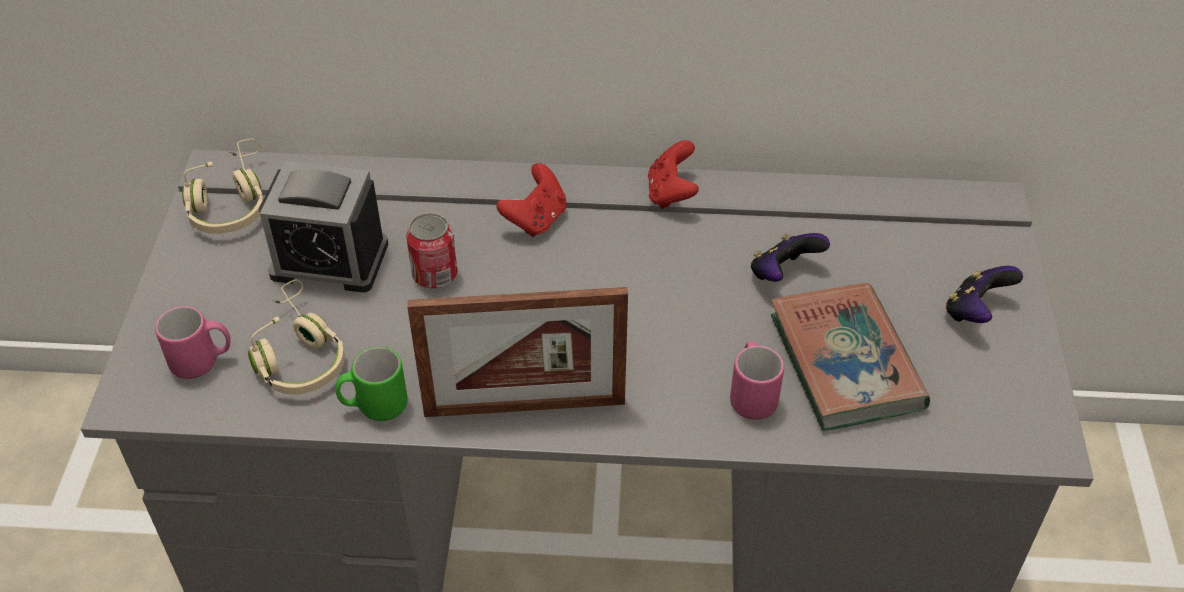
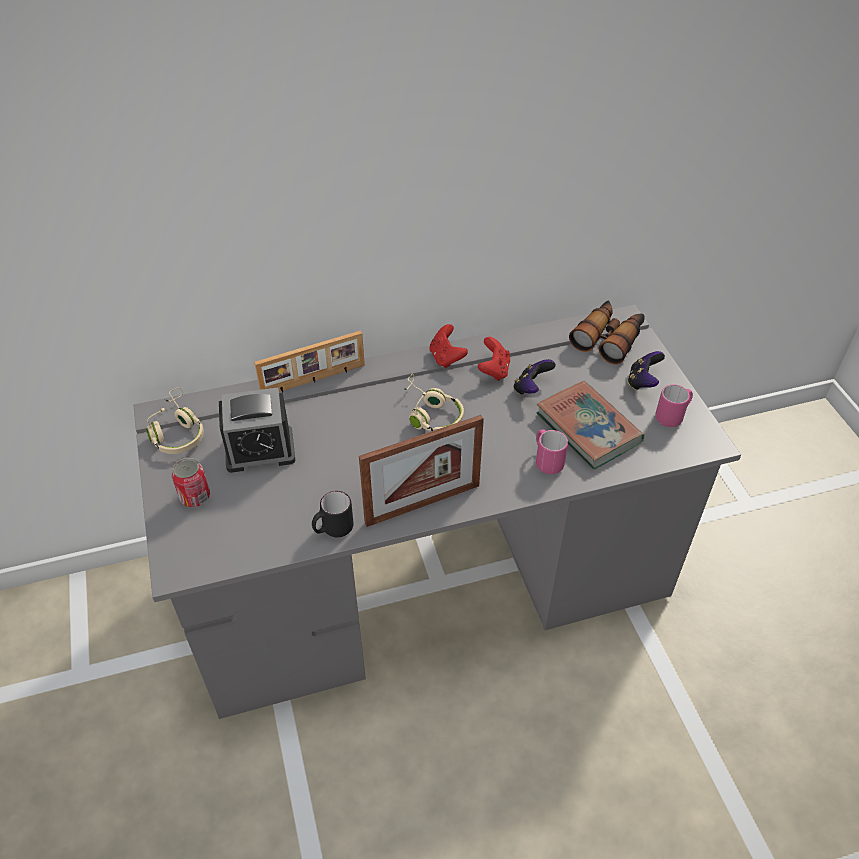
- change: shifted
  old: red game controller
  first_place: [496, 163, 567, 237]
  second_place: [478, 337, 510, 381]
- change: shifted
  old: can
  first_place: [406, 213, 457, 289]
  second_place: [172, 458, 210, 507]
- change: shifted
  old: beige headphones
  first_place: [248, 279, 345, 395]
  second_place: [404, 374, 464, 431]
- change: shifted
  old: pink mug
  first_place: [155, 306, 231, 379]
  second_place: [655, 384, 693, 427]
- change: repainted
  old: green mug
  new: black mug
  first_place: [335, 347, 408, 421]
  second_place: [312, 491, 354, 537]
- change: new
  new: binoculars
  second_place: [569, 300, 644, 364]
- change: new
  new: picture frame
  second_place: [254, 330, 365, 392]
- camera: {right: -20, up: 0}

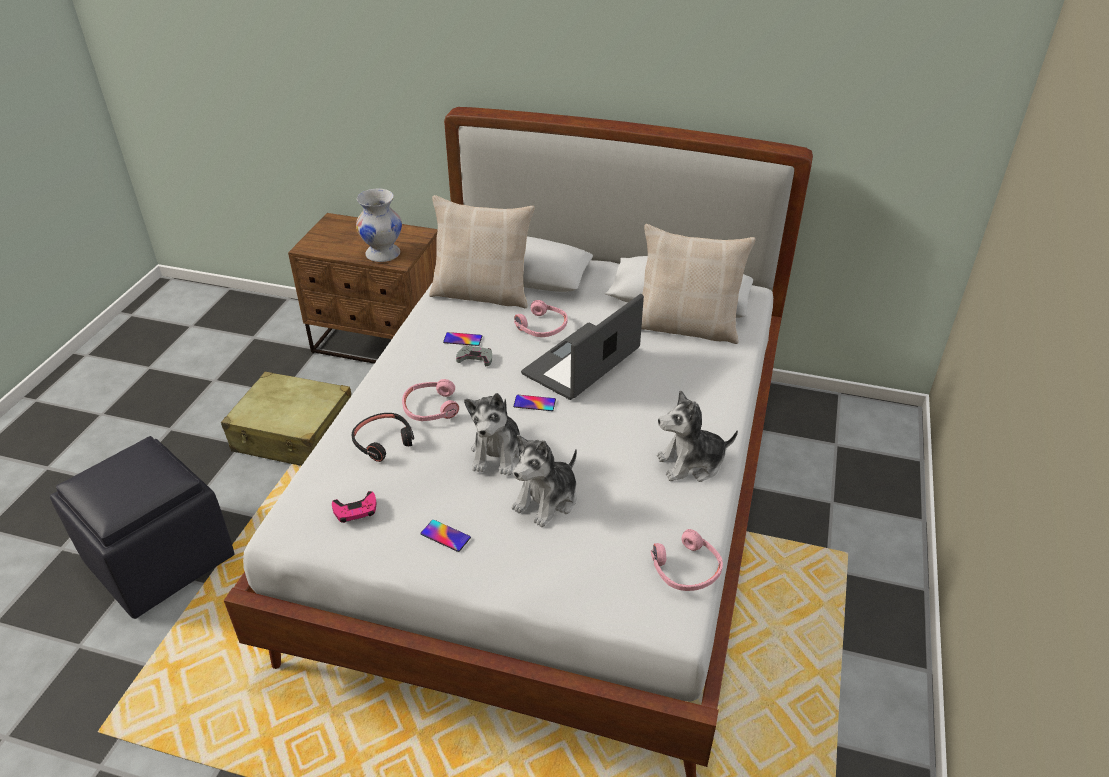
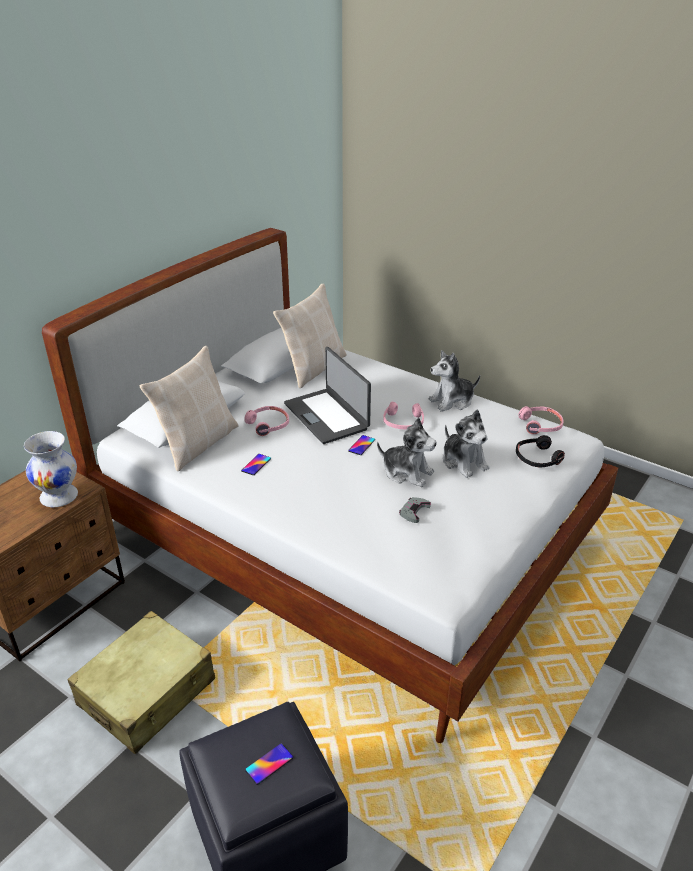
- change: shifted
  old: grey game controller
  first_place: [456, 346, 492, 366]
  second_place: [399, 497, 431, 523]
- change: shifted
  old: pink headphones
  first_place: [402, 379, 459, 421]
  second_place: [383, 401, 424, 429]
- change: rotated
  old: plush toy
  first_place: [657, 390, 738, 482]
  second_place: [429, 350, 480, 412]
  degrees: 60
- change: shifted
  old: black headphones
  first_place: [352, 413, 414, 462]
  second_place: [516, 435, 565, 468]
- change: gone
  old: pink game controller
  first_place: [332, 491, 377, 523]
- change: shifted
  old: phone
  first_place: [420, 520, 471, 552]
  second_place: [245, 743, 293, 785]
- camera: {right: -70, up: -5}

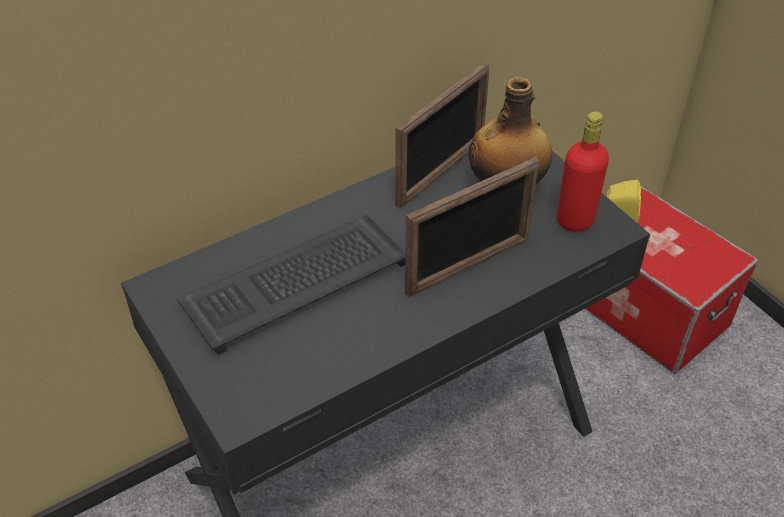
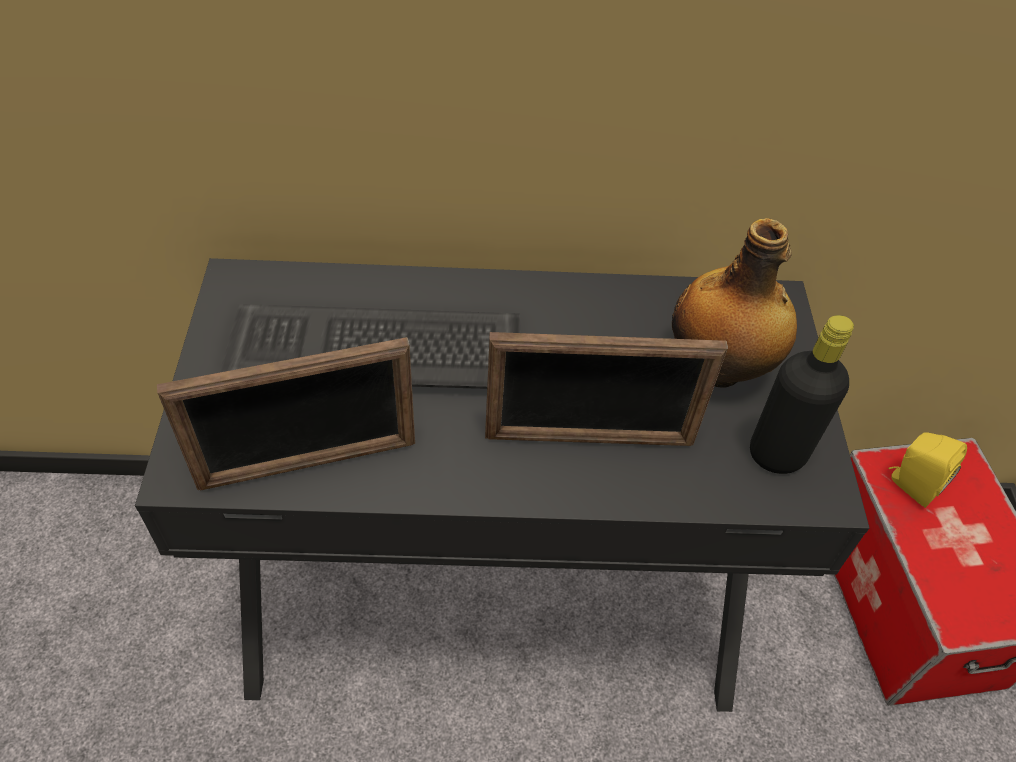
- change: shifted
  old: picture frame
  first_place: [395, 62, 490, 208]
  second_place: [157, 337, 415, 490]
- change: repainted
  old: red bottle
  new: black bottle
  first_place: [557, 111, 609, 232]
  second_place: [750, 315, 854, 474]
- camera: {right: 30, up: 5}

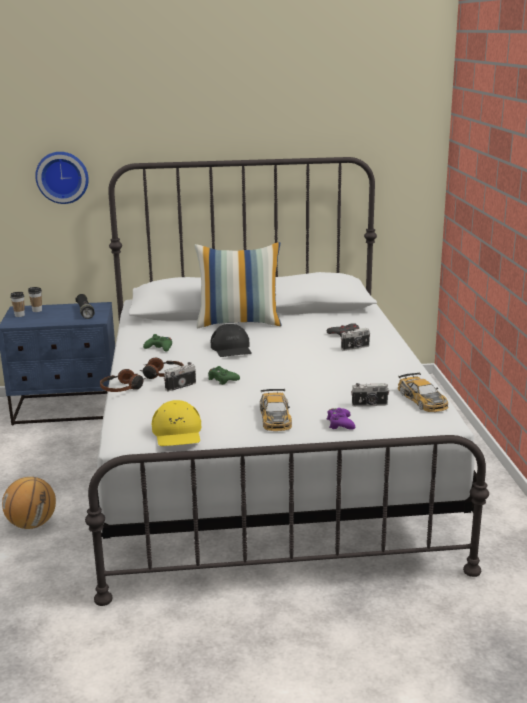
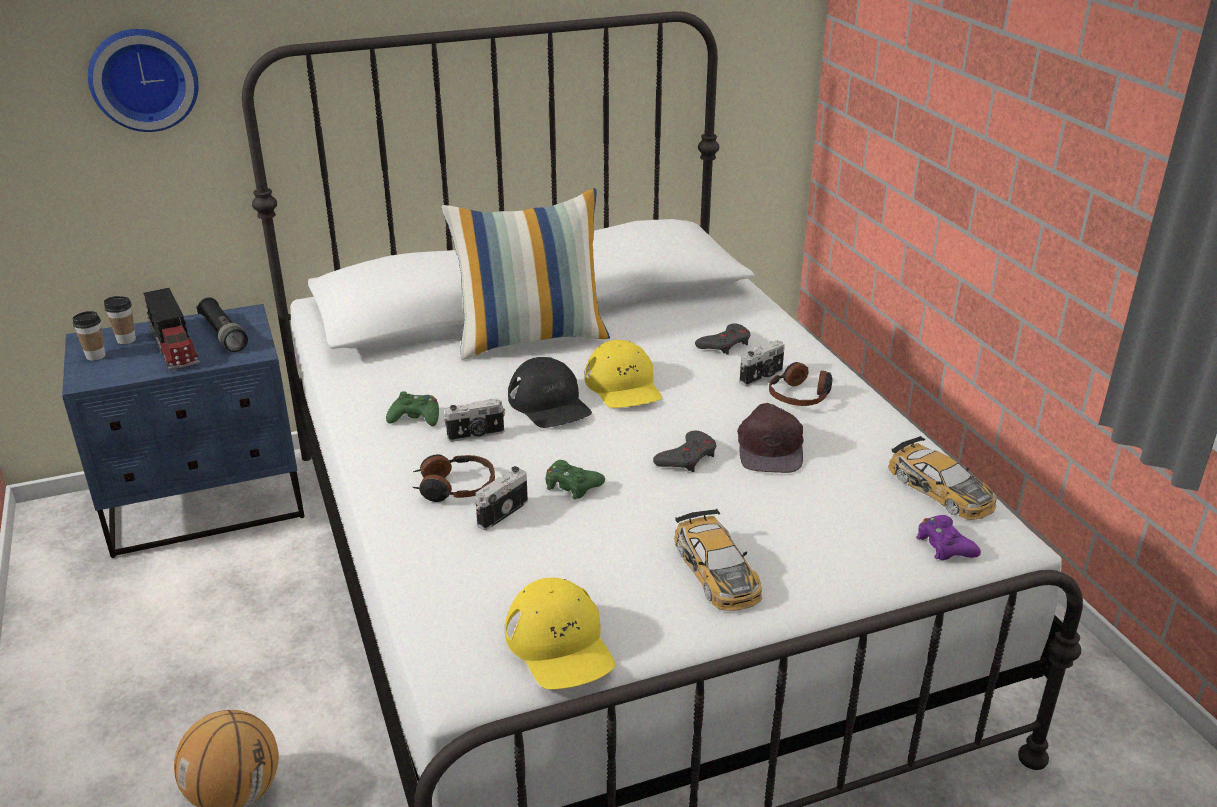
- change: shifted
  old: headphones
  first_place: [100, 369, 145, 392]
  second_place: [769, 362, 832, 406]
- change: shifted
  old: photo camera
  first_place: [351, 383, 389, 407]
  second_place: [444, 398, 505, 442]
- change: shifted
  old: purple game controller
  first_place: [327, 408, 355, 430]
  second_place: [916, 515, 981, 560]
- change: new
  new: toy truck
  second_place: [143, 288, 200, 370]
- change: new
  new: yellow cap
  second_place: [585, 340, 662, 408]
- change: new
  new: brown cap
  second_place: [737, 403, 804, 473]
- change: new
  new: grey game controller
  second_place: [653, 431, 717, 472]
- camera: {right: -15, up: 10}

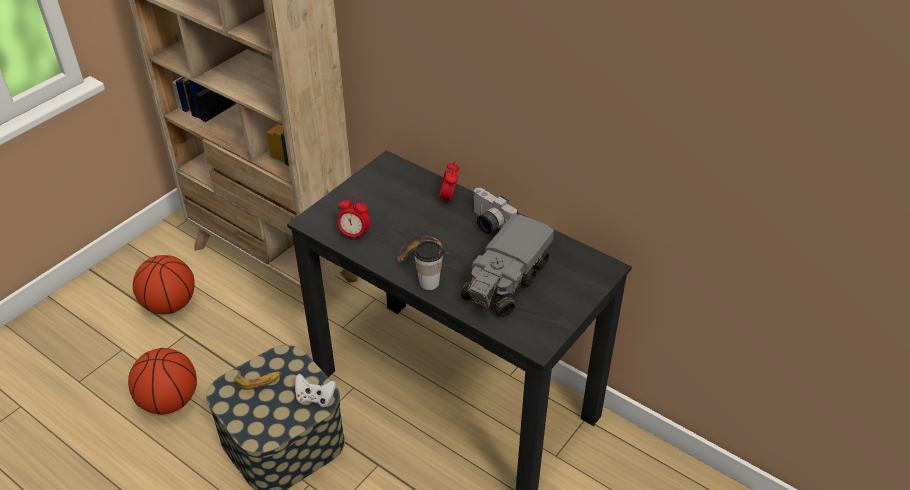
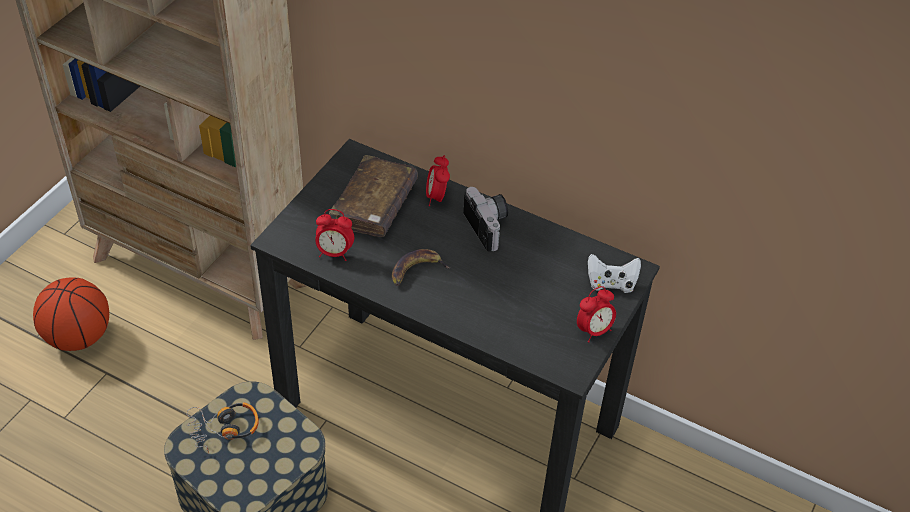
- change: rotated
  old: photo camera
  first_place: [474, 188, 518, 234]
  second_place: [463, 187, 508, 252]
  degrees: -150
- change: gone
  old: toy truck
  first_place: [461, 214, 554, 317]
- change: gone
  old: cup
  first_place: [414, 241, 443, 290]
- change: gone
  old: basketball
  first_place: [128, 348, 197, 415]
- change: swapped
  old: banana
  new: headphones
  first_place: [235, 371, 282, 390]
  second_place: [186, 402, 259, 453]
- change: shifted
  old: white game controller
  first_place: [295, 374, 336, 407]
  second_place: [588, 254, 641, 293]
- change: new
  new: brown book
  second_place: [329, 155, 418, 237]
- change: new
  new: alarm clock
  second_place: [577, 286, 616, 342]
- camera: {right: -10, up: 5}

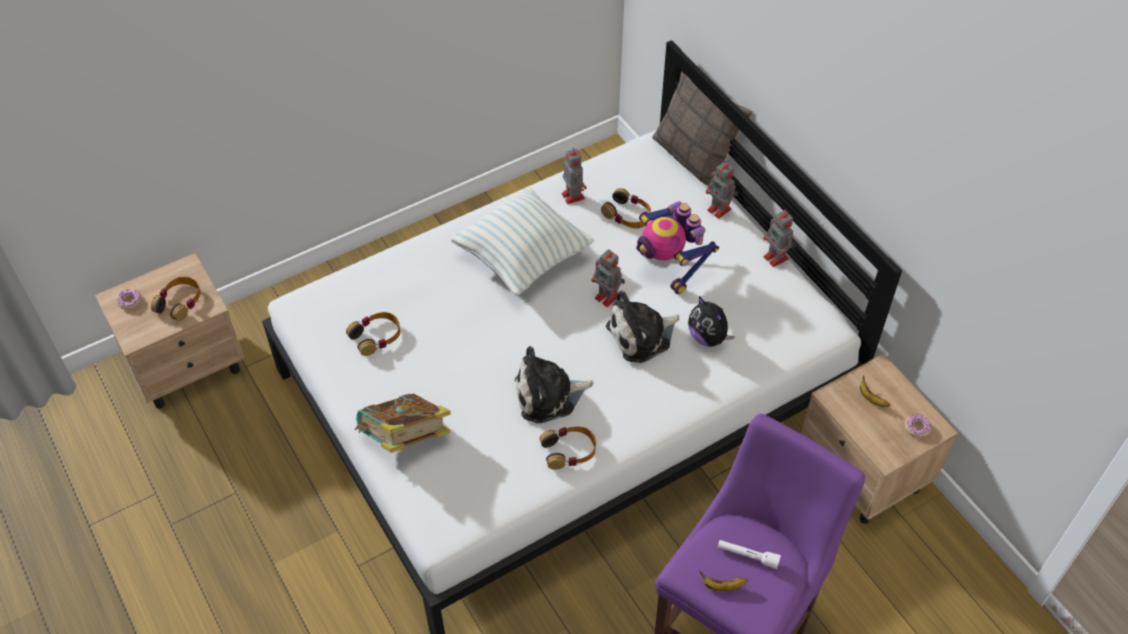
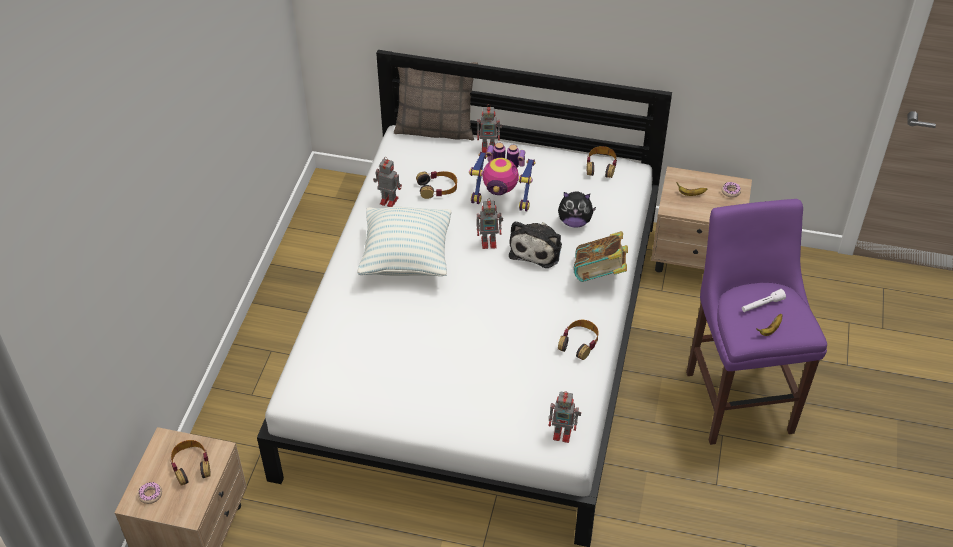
- change: shifted
  old: toy robot
  first_place: [763, 210, 795, 267]
  second_place: [549, 391, 581, 443]
- change: shifted
  old: headphones
  first_place: [346, 312, 400, 356]
  second_place: [587, 146, 617, 178]
- change: gone
  old: plush toy
  first_place: [515, 346, 594, 423]
- change: shifted
  old: book
  first_place: [355, 393, 451, 453]
  second_place: [574, 231, 628, 282]
- camera: {right: -45, up: -5}

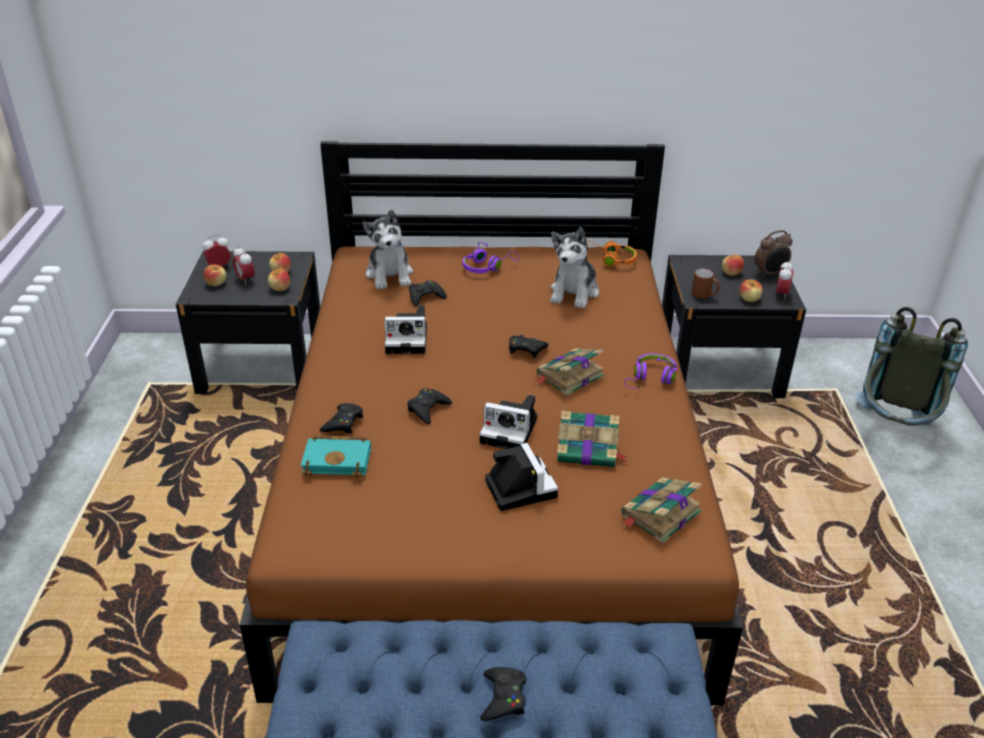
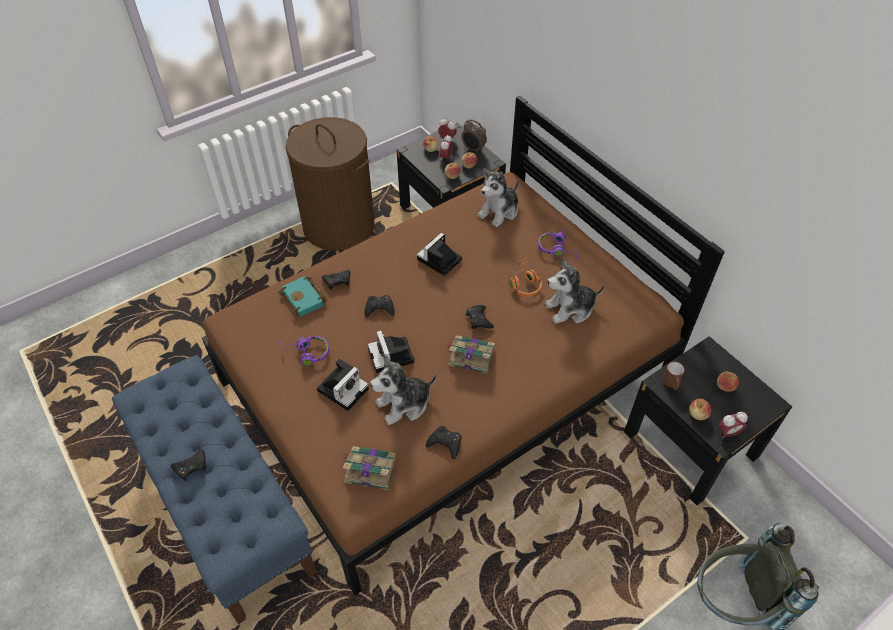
- change: shifted
  old: alarm clock
  first_place: [755, 230, 793, 277]
  second_place: [461, 119, 487, 153]
- change: shifted
  old: orange headphones
  first_place: [588, 240, 637, 267]
  second_place: [509, 258, 542, 297]
- change: shifted
  old: black game controller
  first_place: [409, 280, 447, 307]
  second_place: [426, 426, 461, 460]
- change: rotated
  old: photo camera
  first_place: [384, 305, 427, 354]
  second_place: [417, 233, 462, 276]
  degrees: 75
- change: shifted
  old: purple headphones
  first_place: [624, 353, 677, 389]
  second_place: [280, 336, 329, 366]
- change: swapped
  old: book
  new: plush toy
  first_place: [557, 411, 627, 467]
  second_place: [370, 355, 437, 425]
- change: new
  new: brown laundry basket
  second_place: [286, 117, 374, 251]
- camera: {right: 55, up: 15}

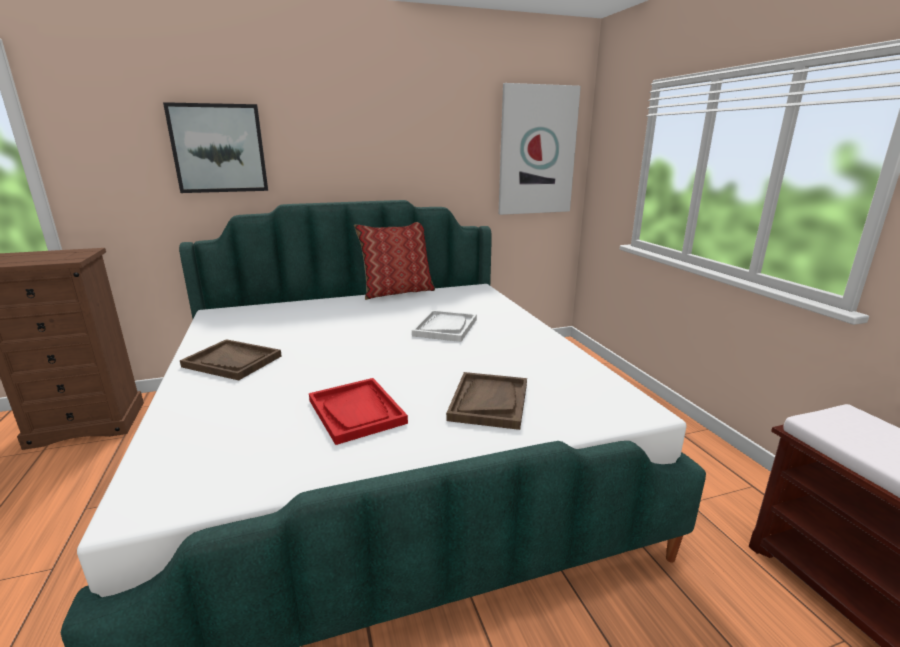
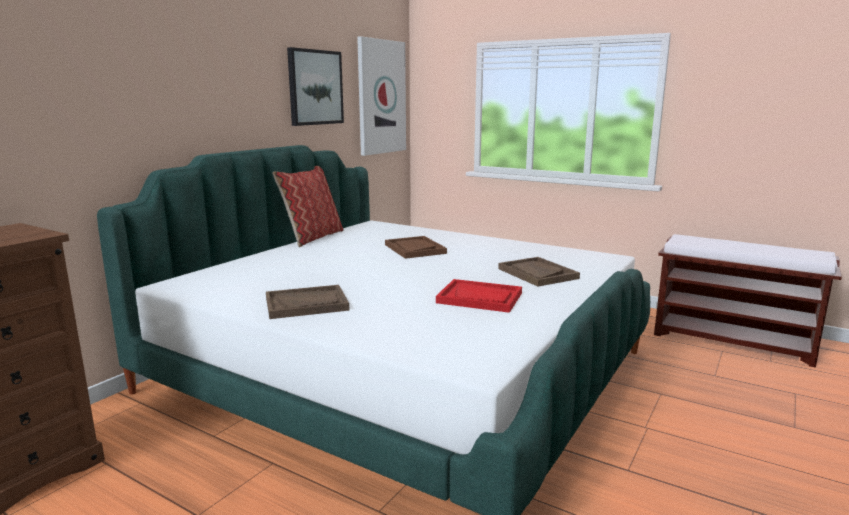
- change: shifted
  old: picture
  first_place: [163, 102, 268, 193]
  second_place: [287, 47, 344, 126]
- change: repainted
  old: white tray
  new: brown tray
  first_place: [412, 310, 477, 342]
  second_place: [385, 236, 447, 259]
- camera: {right: -40, up: -5}

